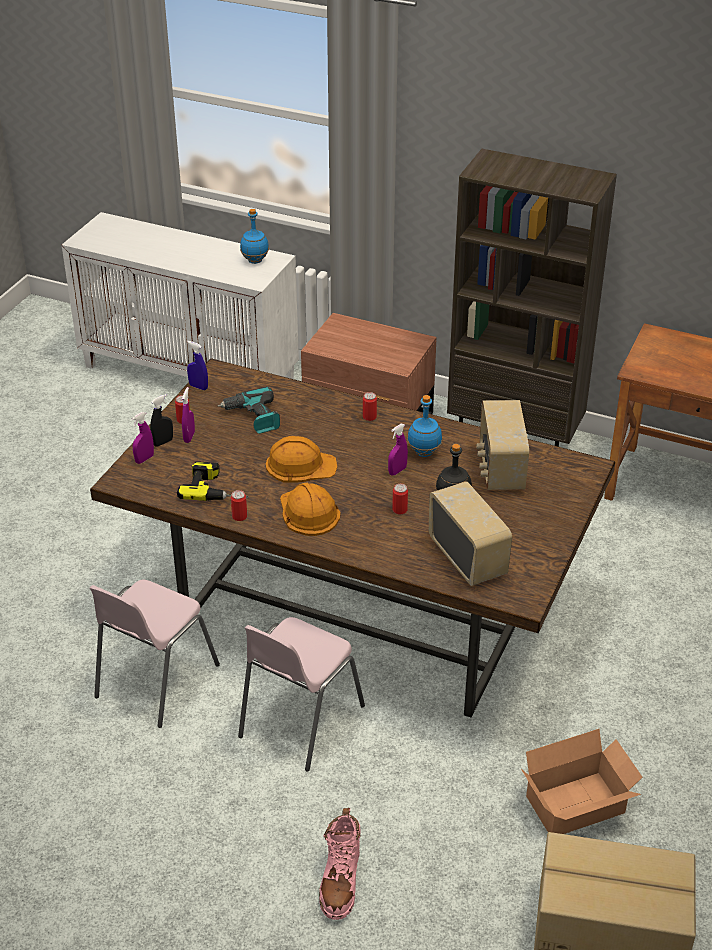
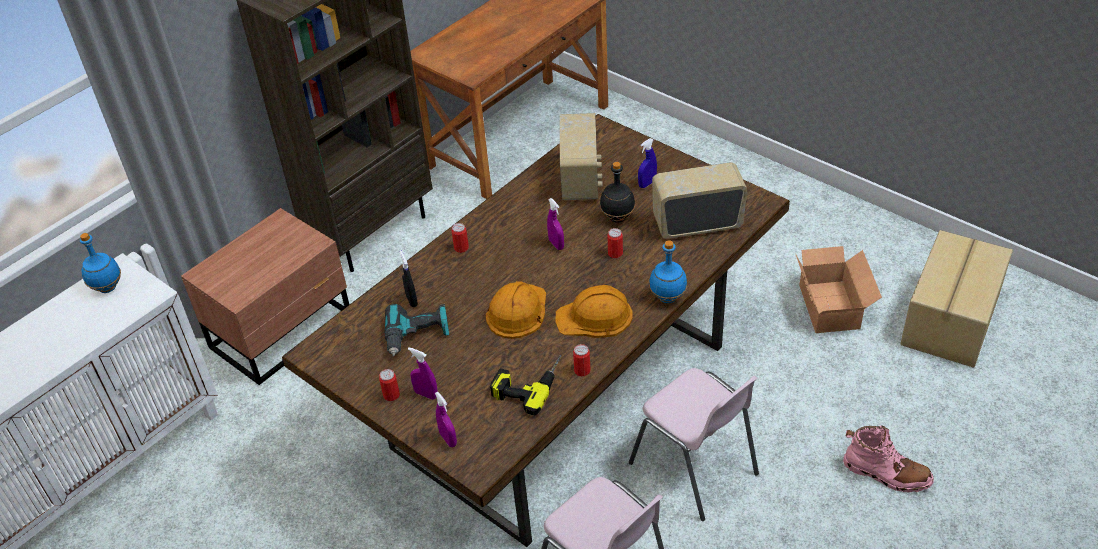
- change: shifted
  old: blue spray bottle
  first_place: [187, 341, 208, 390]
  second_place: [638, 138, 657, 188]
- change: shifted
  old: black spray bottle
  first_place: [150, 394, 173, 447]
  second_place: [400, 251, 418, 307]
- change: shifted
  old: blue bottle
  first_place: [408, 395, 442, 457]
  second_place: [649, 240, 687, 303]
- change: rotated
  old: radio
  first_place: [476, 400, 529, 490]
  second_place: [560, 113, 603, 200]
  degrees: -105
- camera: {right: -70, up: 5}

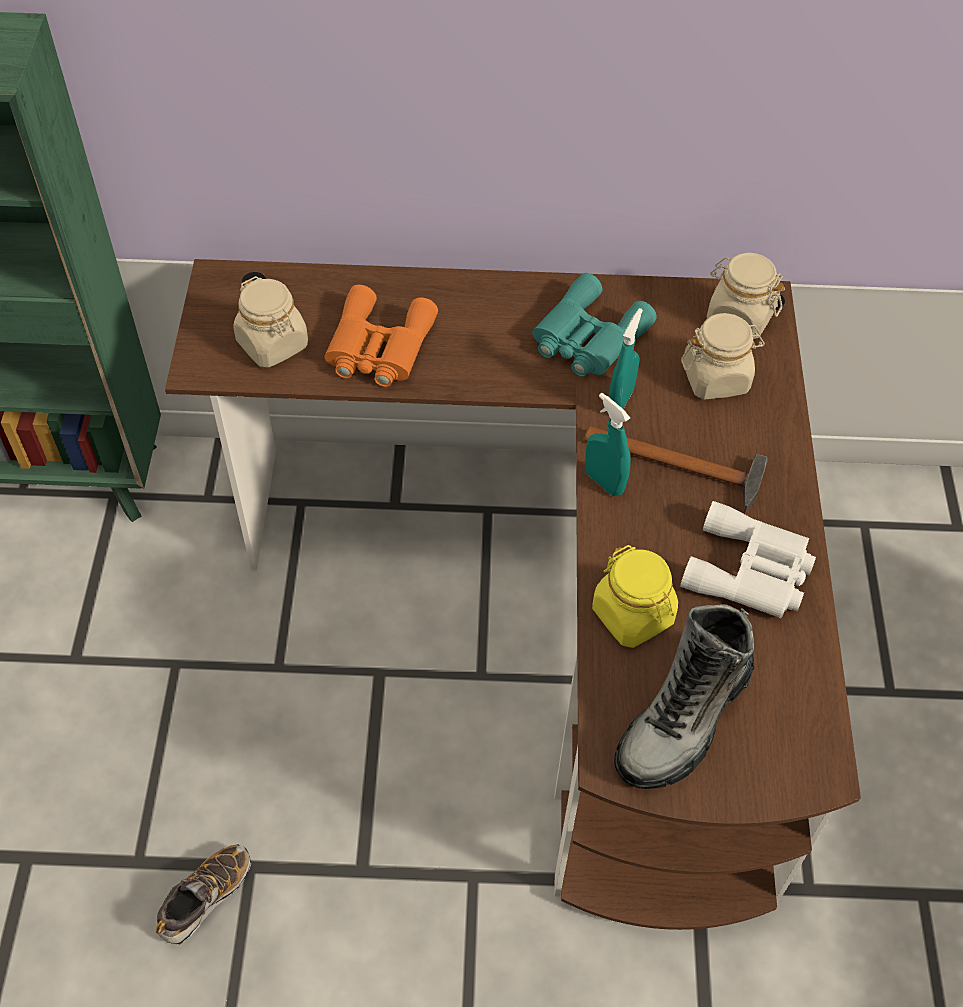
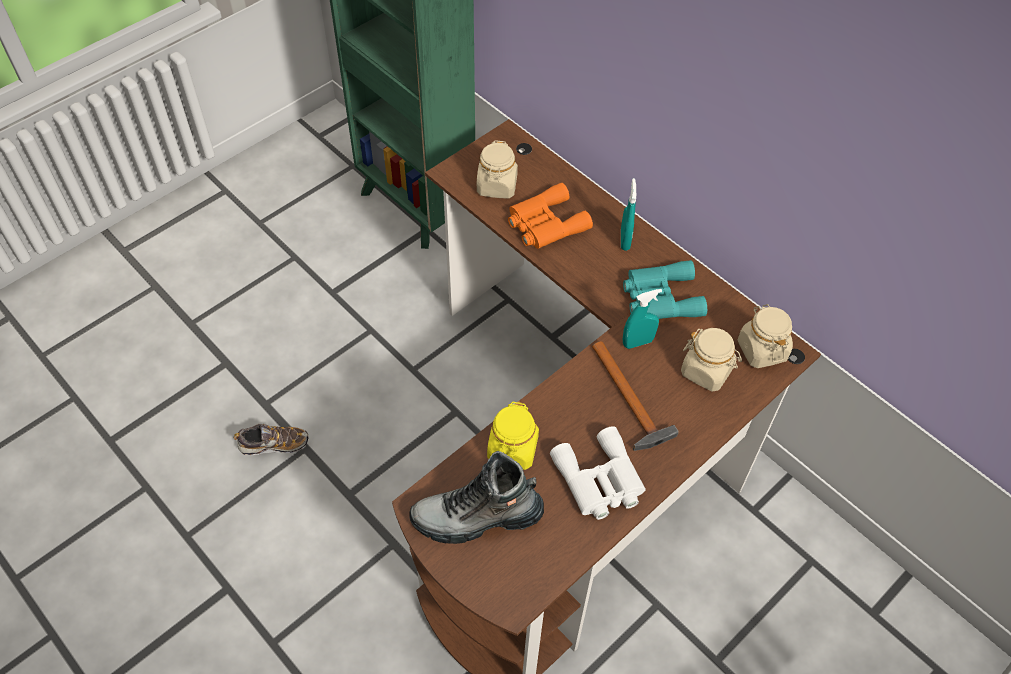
- change: shifted
  old: turquoise spray bottle
  first_place: [585, 393, 631, 496]
  second_place: [621, 178, 636, 251]
- camera: {right: 45, up: 0}

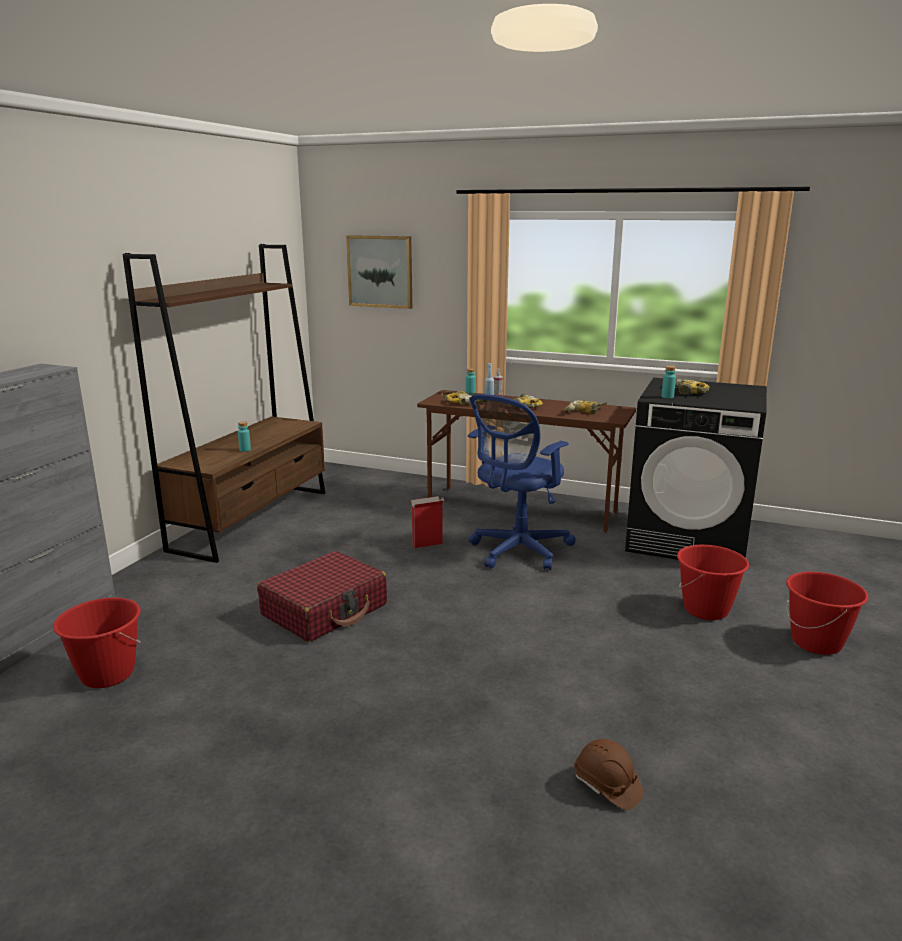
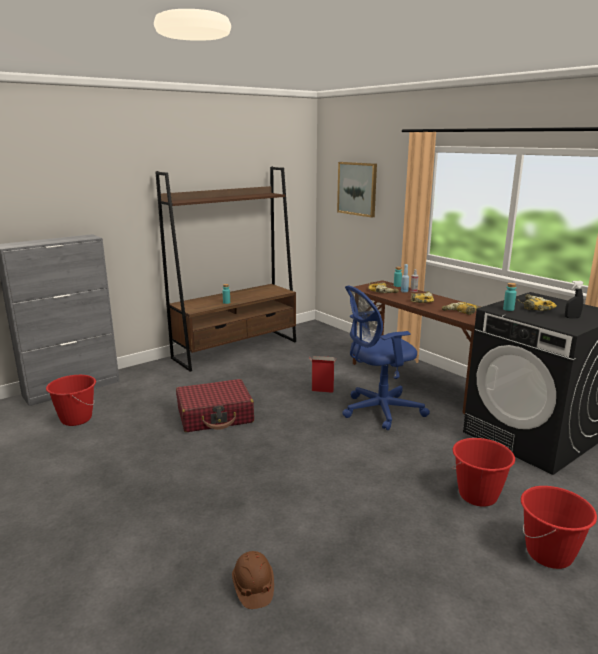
- change: new
  new: black spray bottle
  second_place: [565, 281, 584, 318]
- camera: {right: 30, up: 0}

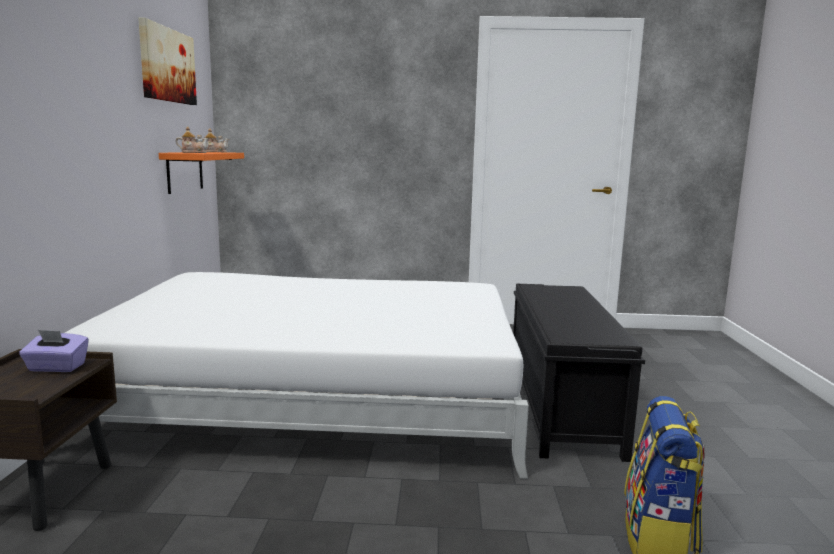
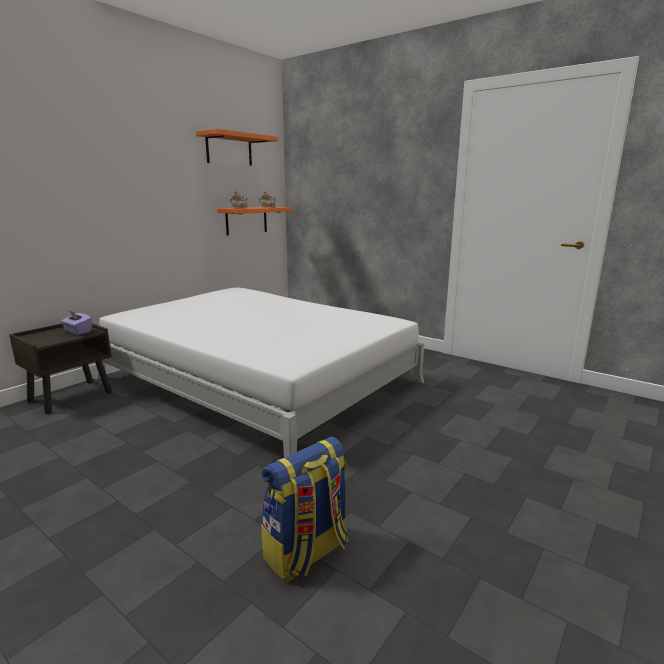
- change: swapped
  old: picture
  new: orange shelf
  first_place: [138, 18, 197, 105]
  second_place: [196, 129, 278, 166]
- change: gone
  old: black bench
  first_place: [513, 284, 645, 462]
- camera: {right: 35, up: 5}

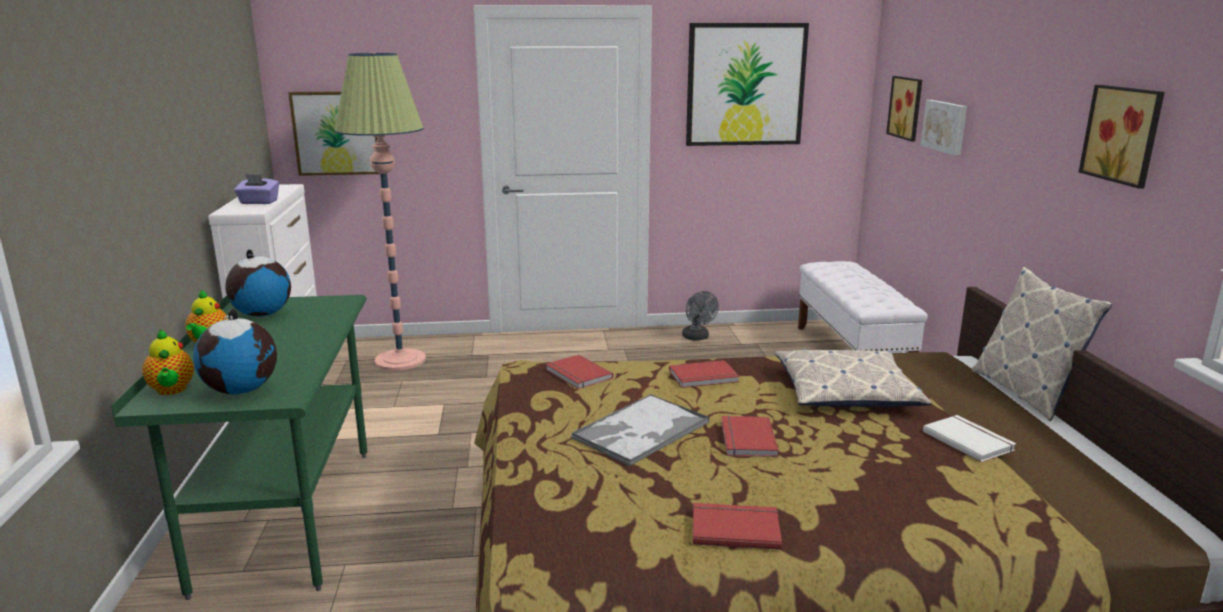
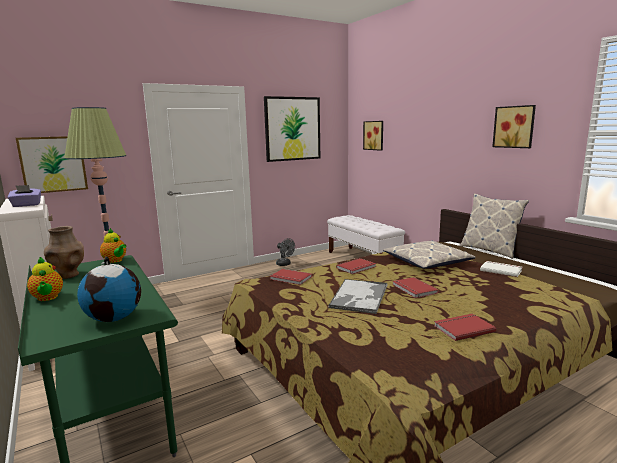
- change: gone
  old: picture
  first_place: [921, 100, 967, 155]
- change: swapped
  old: globe
  new: brown vase
  first_place: [225, 249, 291, 317]
  second_place: [44, 226, 84, 279]
- change: shifted
  old: teapot
  first_place: [142, 329, 194, 395]
  second_place: [100, 228, 126, 263]
- camera: {right: -25, up: -5}

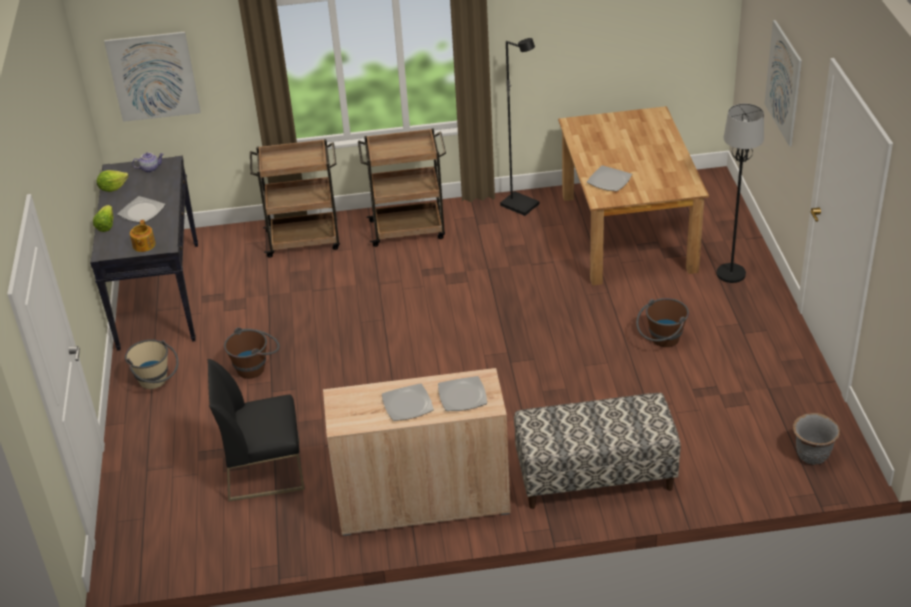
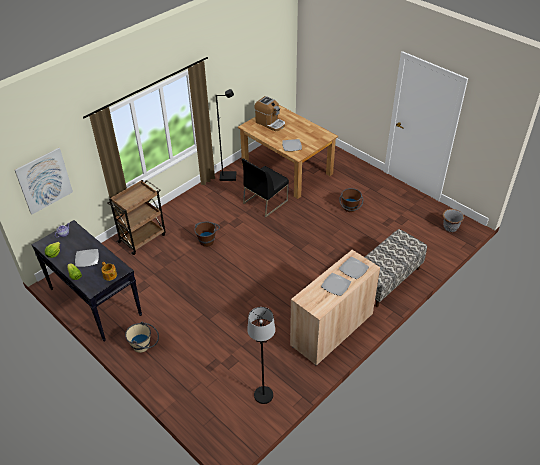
- change: gone
  old: picture
  first_place: [764, 20, 802, 146]
- change: shifted
  old: black floor lamp
  first_place: [717, 104, 764, 283]
  second_place: [247, 307, 275, 404]
- change: gone
  old: brown cart
  first_place: [358, 128, 446, 247]
- change: shifted
  old: brown bucket
  first_place: [224, 327, 280, 379]
  second_place: [194, 222, 220, 247]
- change: shifted
  old: black chair
  first_place: [208, 359, 305, 502]
  second_place: [242, 158, 289, 217]
- change: new
  new: coffee machine
  second_place: [254, 96, 285, 131]
- camera: {right: -40, up: 5}

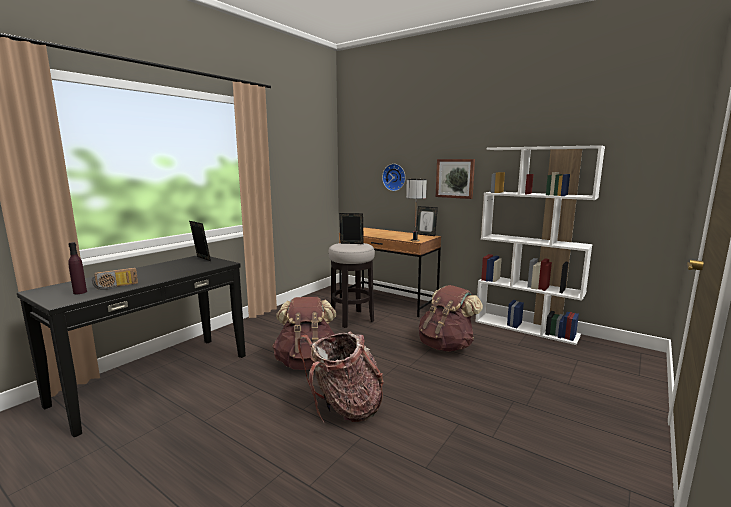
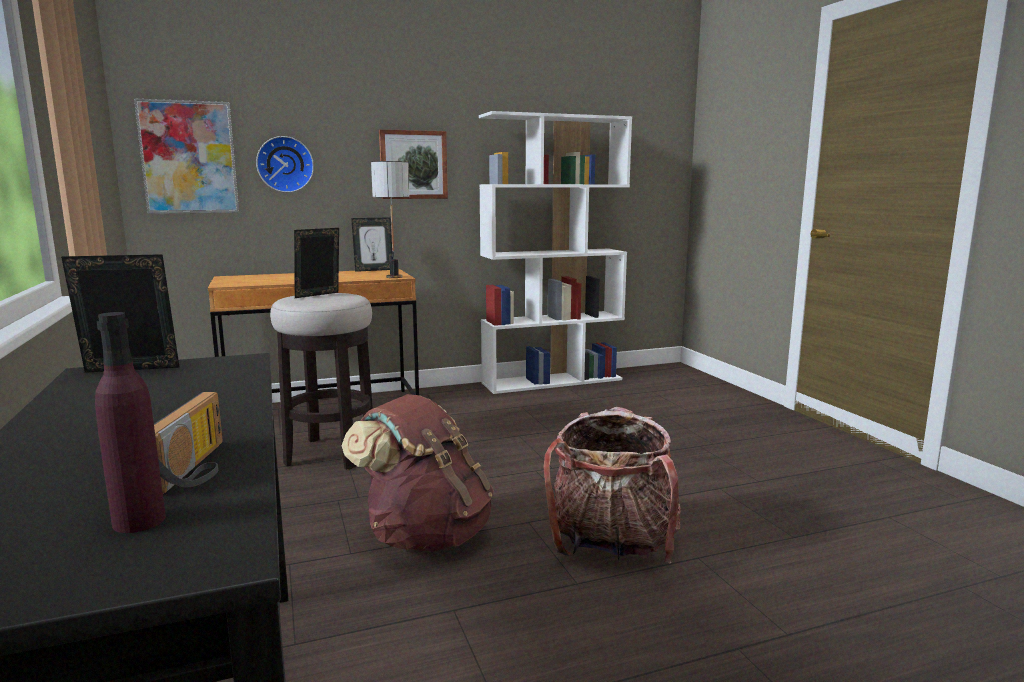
- change: gone
  old: brown backpack
  first_place: [419, 285, 483, 352]
- change: new
  new: picture
  second_place: [134, 98, 239, 214]
- camera: {right: -55, up: 0}

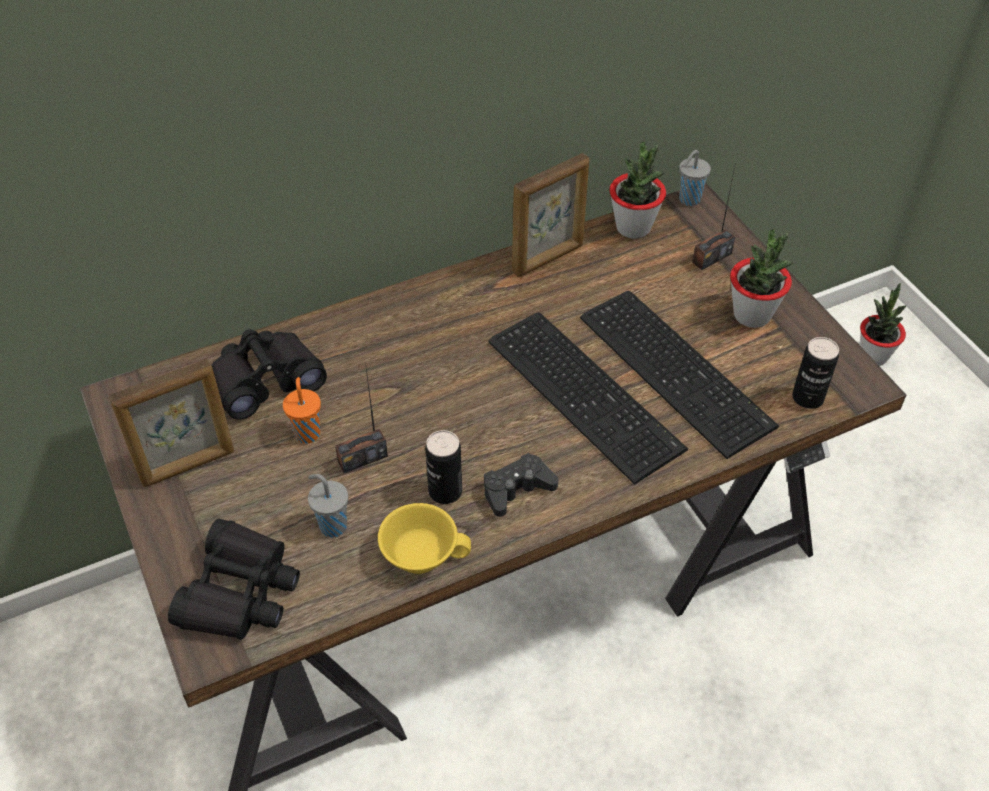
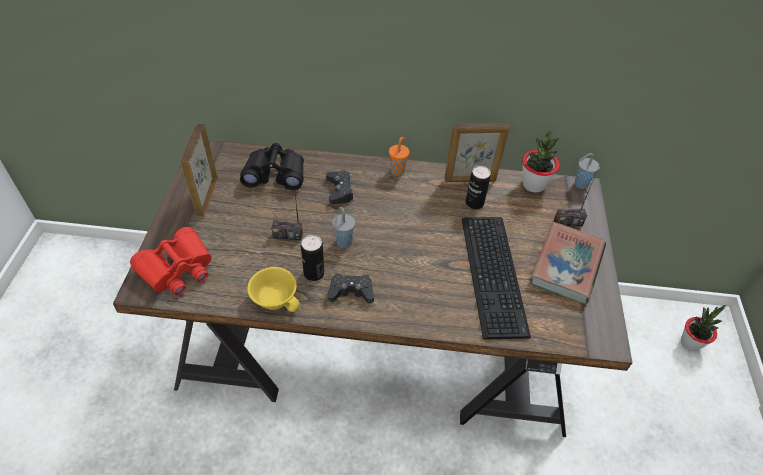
- change: swapped
  old: potted plant
  new: book
  first_place: [730, 229, 793, 328]
  second_place: [530, 222, 606, 304]
- change: gone
  old: keyboard
  first_place: [488, 312, 688, 485]
- change: shifted
  old: can
  first_place: [792, 337, 839, 409]
  second_place: [466, 166, 491, 209]
- change: rotated
  old: picture frame
  first_place: [109, 359, 234, 487]
  second_place: [181, 123, 218, 217]
  degrees: 90
- change: shifted
  old: orange cup
  first_place: [283, 377, 321, 444]
  second_place: [389, 137, 409, 176]
- change: shifted
  old: grey cup
  first_place: [308, 474, 348, 537]
  second_place: [332, 207, 355, 248]
- change: repainted
  old: black binoculars
  new: red binoculars
  first_place: [168, 519, 300, 640]
  second_place: [130, 227, 212, 295]
- change: new
  new: black game controller
  second_place: [326, 170, 354, 204]
- camera: {right: 30, up: 0}

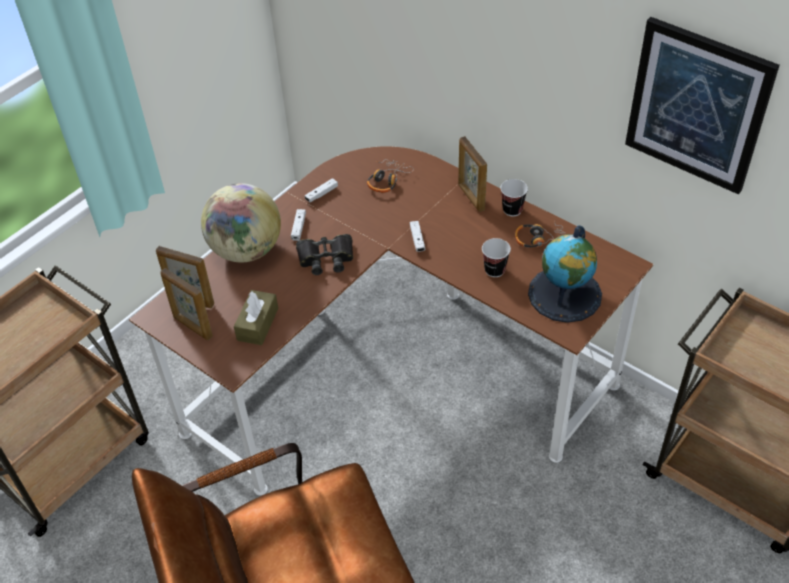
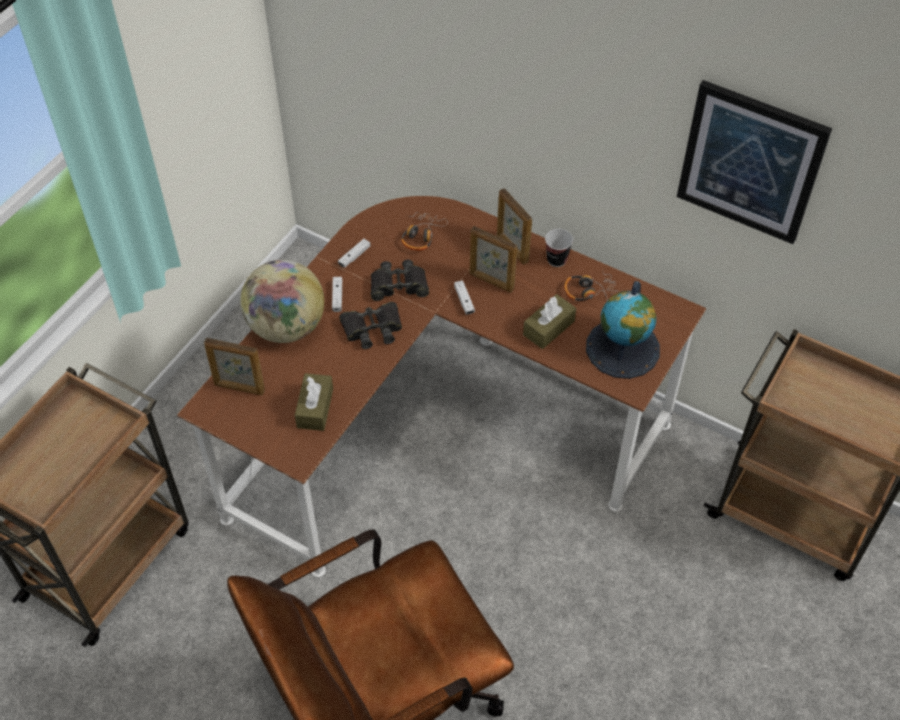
- change: swapped
  old: cup
  new: brown tissue box
  first_place: [482, 238, 511, 277]
  second_place: [523, 294, 576, 349]
- change: shifted
  old: picture frame
  first_place: [160, 268, 213, 340]
  second_place: [470, 226, 517, 293]
- change: new
  new: black binoculars
  second_place: [371, 260, 429, 301]
- camera: {right: -10, up: 5}

